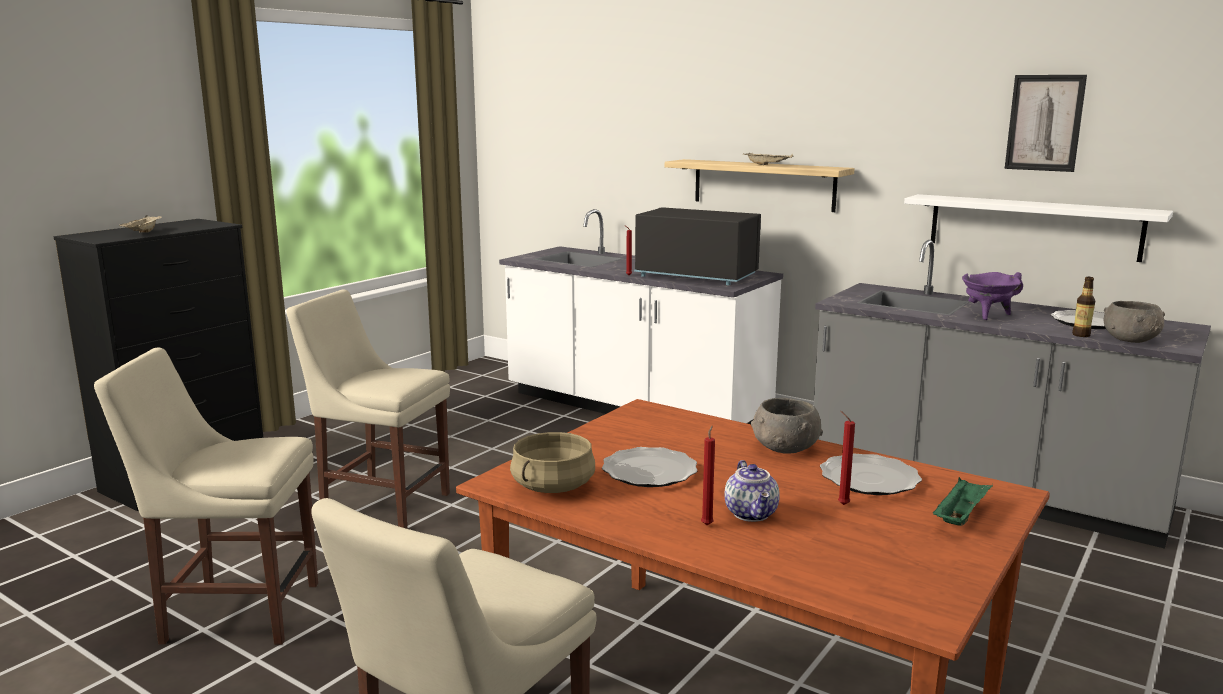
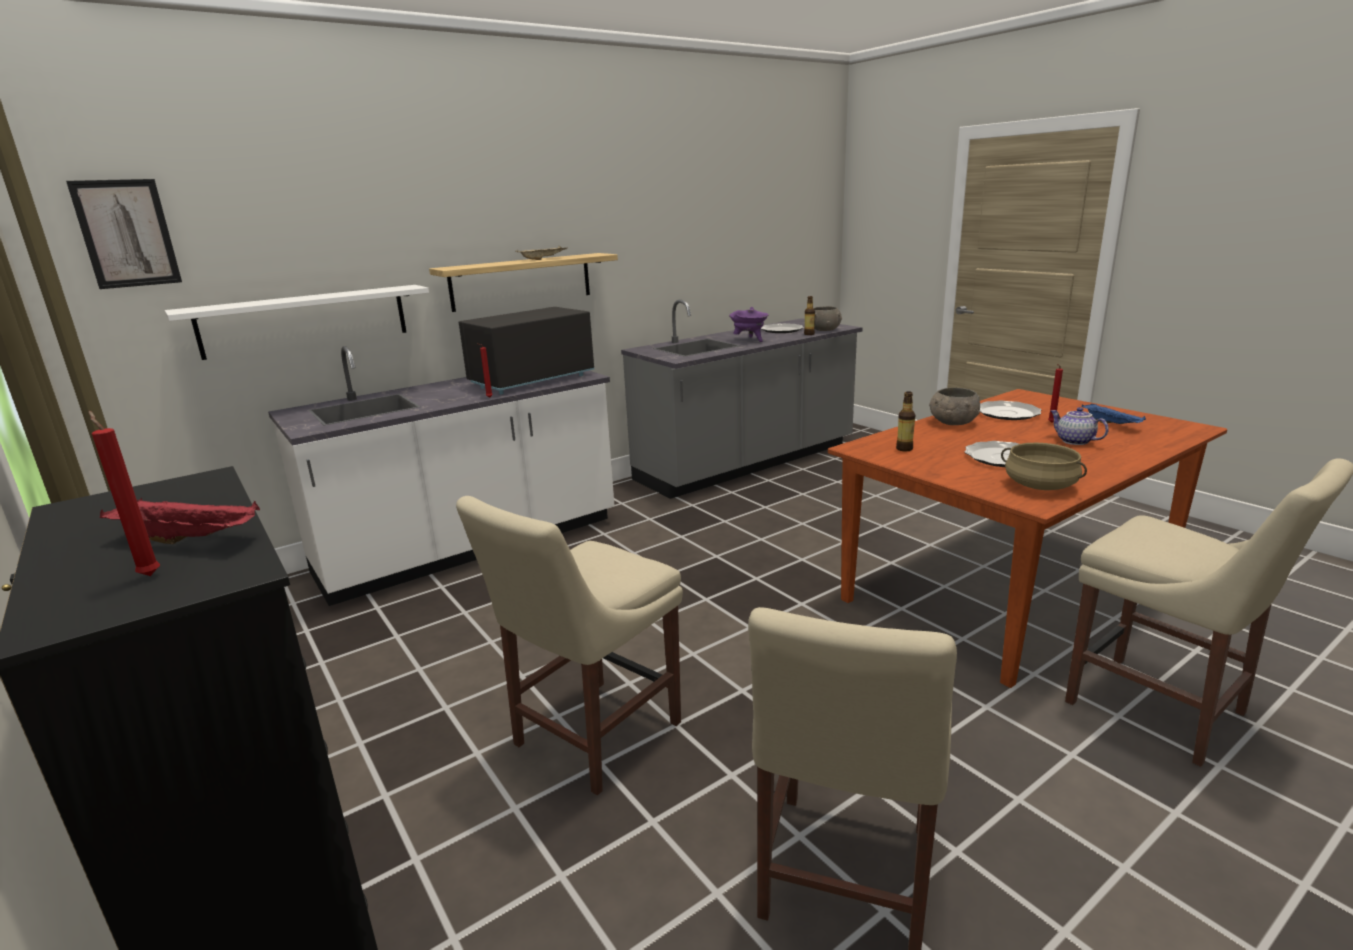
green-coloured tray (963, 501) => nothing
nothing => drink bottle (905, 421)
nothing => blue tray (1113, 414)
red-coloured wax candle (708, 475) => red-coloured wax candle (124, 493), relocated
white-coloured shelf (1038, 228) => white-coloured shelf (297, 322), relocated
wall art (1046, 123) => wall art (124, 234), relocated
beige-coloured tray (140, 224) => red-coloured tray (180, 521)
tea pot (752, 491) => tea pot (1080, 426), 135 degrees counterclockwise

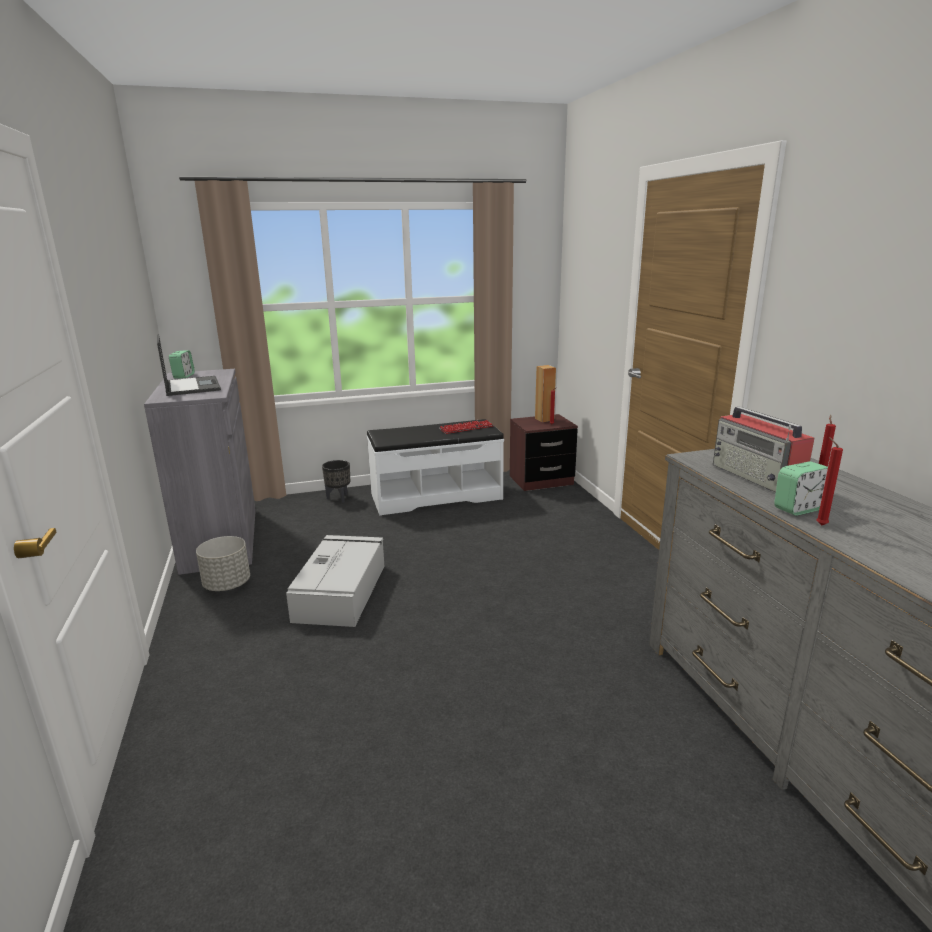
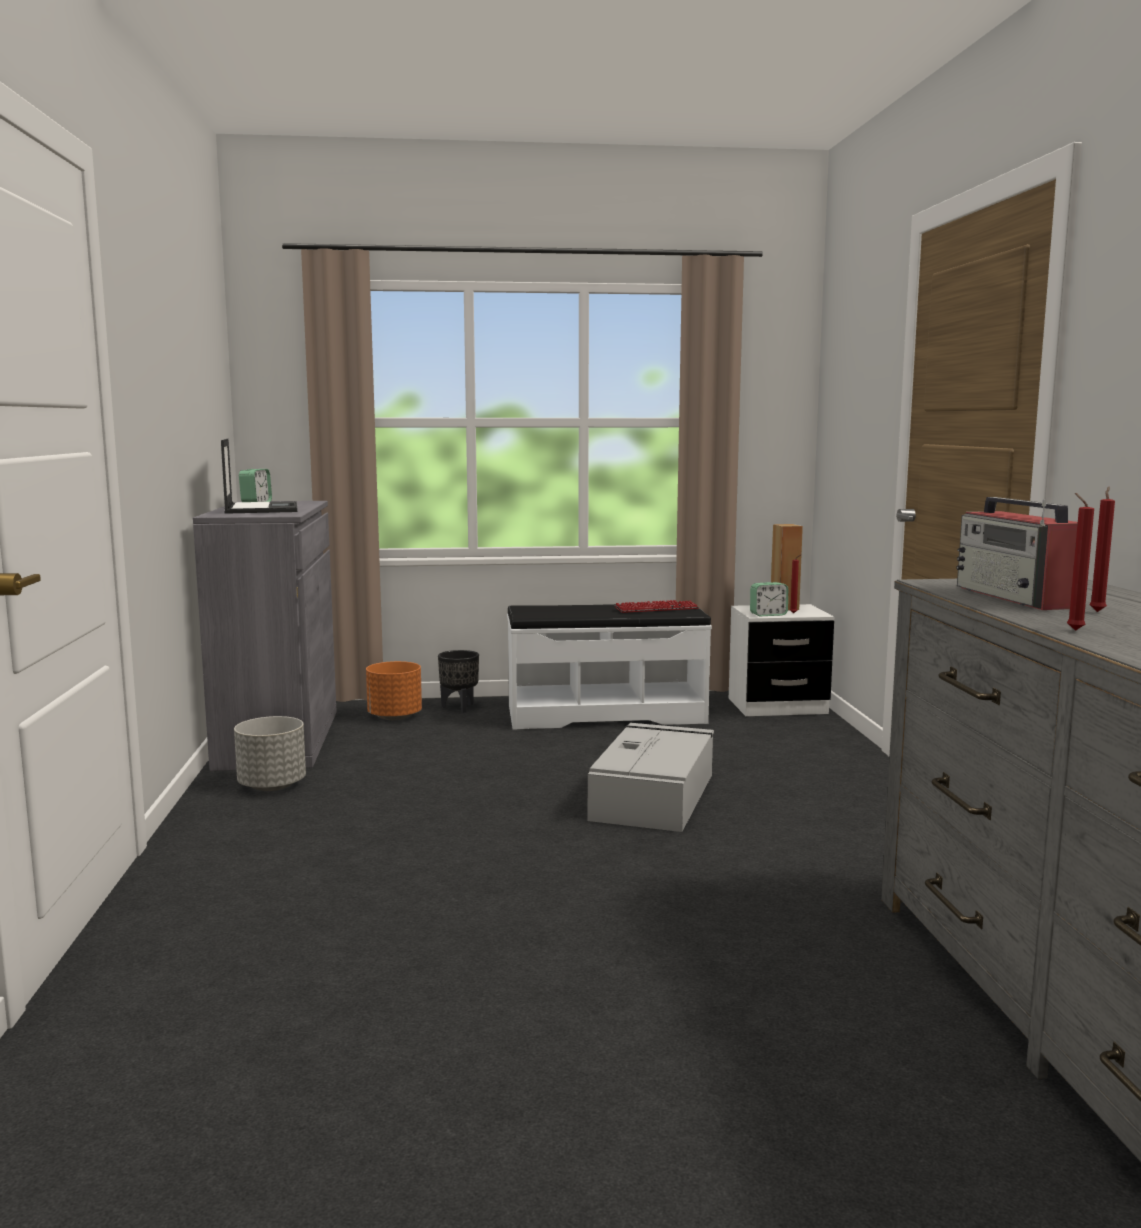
nothing => orangey plant pot (394, 690)
gray storage box (335, 581) => gray storage box (651, 777), relocated
bedside clock (801, 488) => bedside clock (769, 599), relocated
brown bedside table (544, 452) => white-coloured bedside table (781, 660)

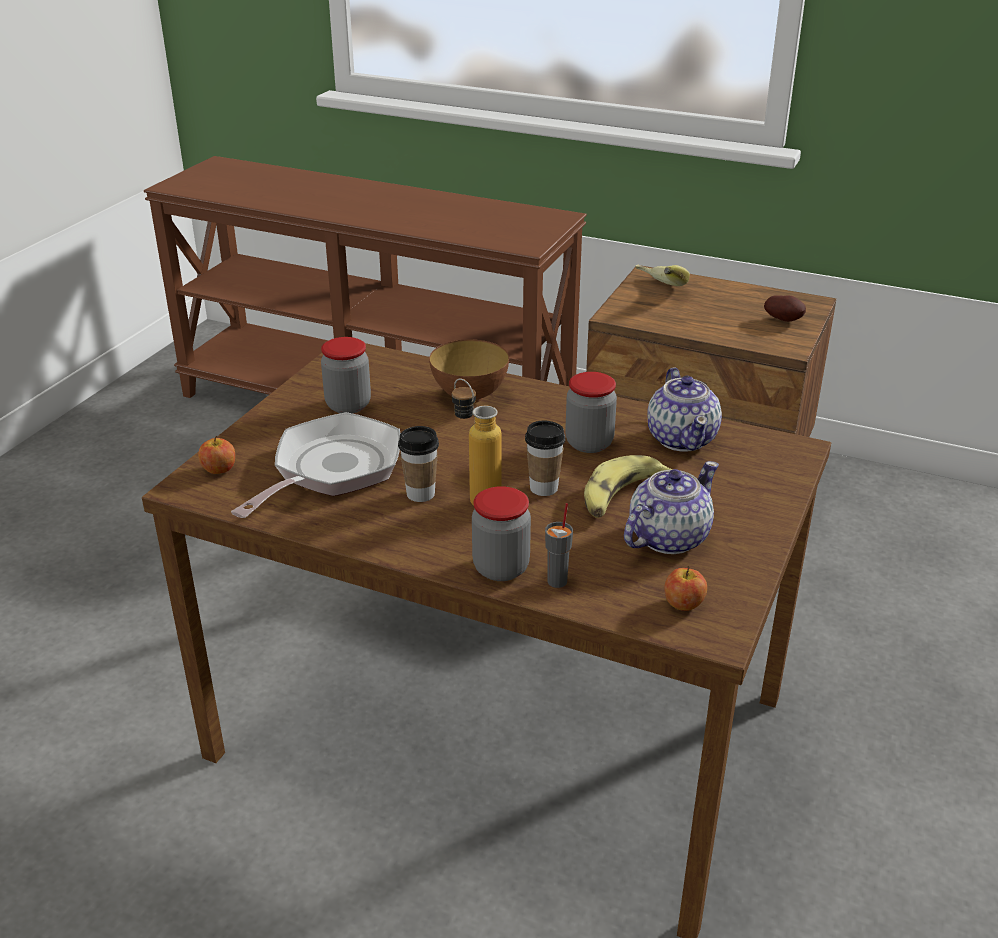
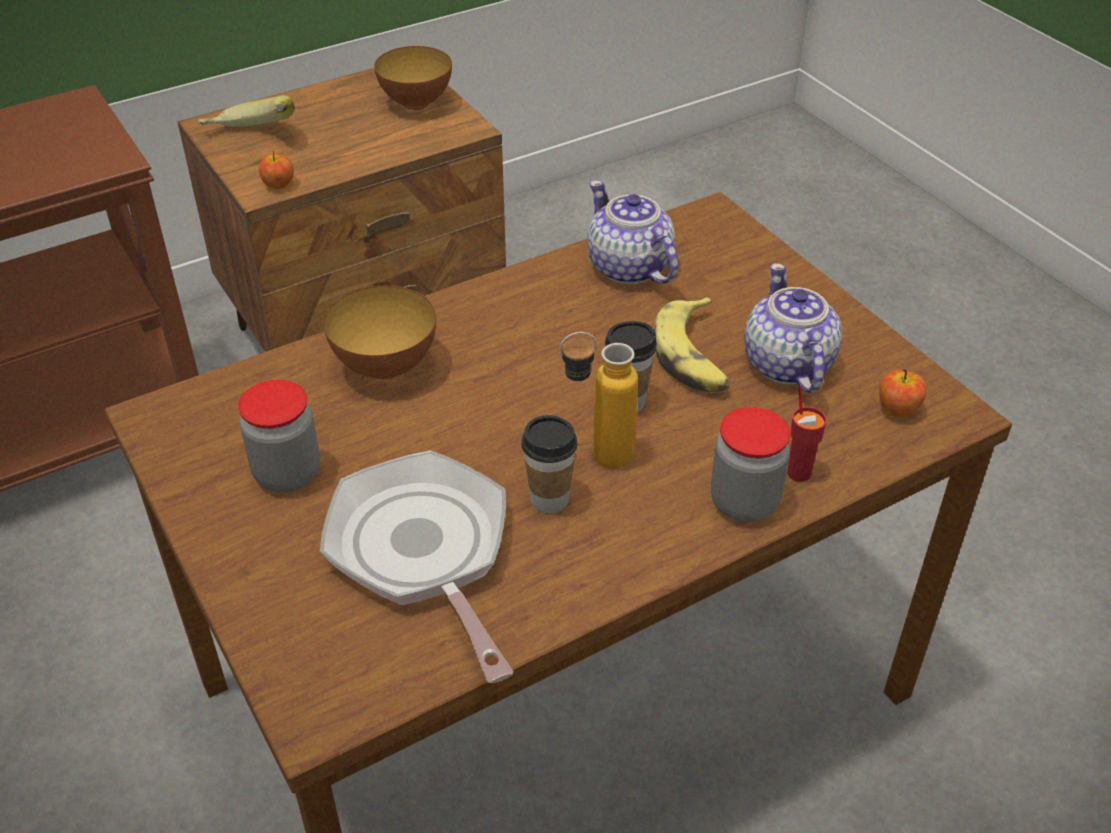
preserve jar (591, 412) => nothing
apple fruit (216, 455) => apple fruit (276, 170), relocated
whole potato (785, 308) => deep dish (413, 78)
gray drinking cup (559, 545) => red-coloured drinking cup (807, 434)
tea pot (684, 410) => tea pot (632, 232), 150 degrees counterclockwise

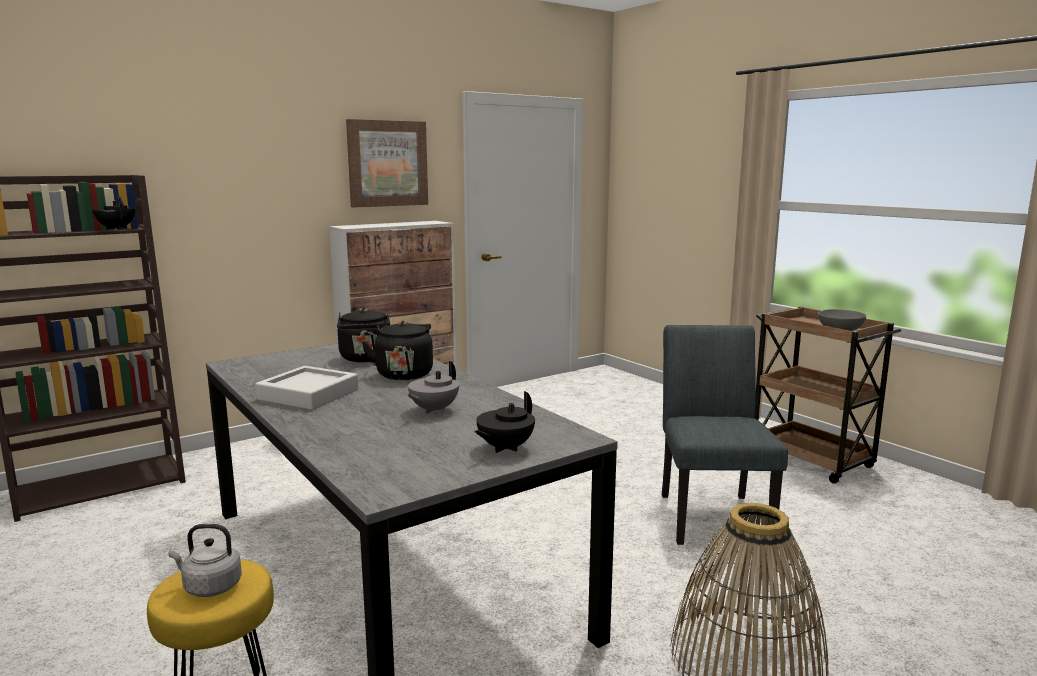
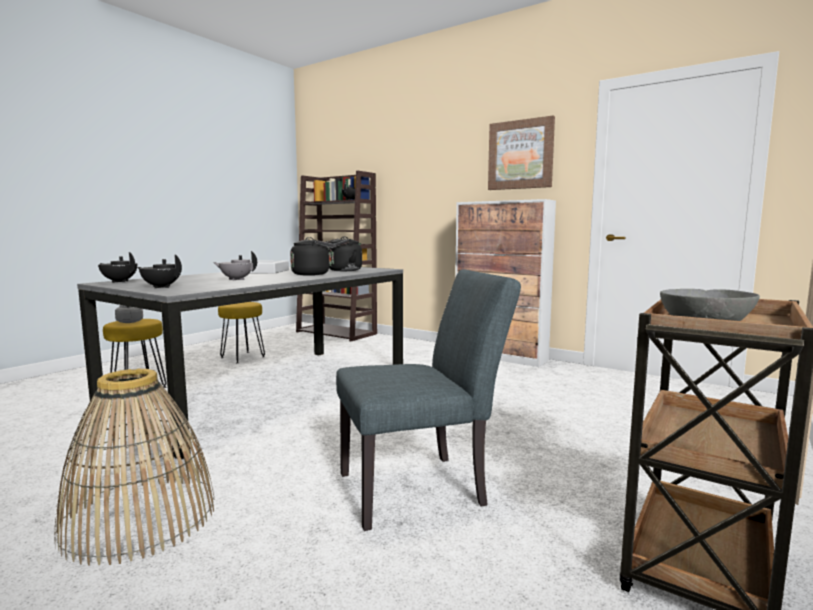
nothing => black-coloured tea pot (117, 267)
nothing => yellow-coloured sitting stool (241, 332)

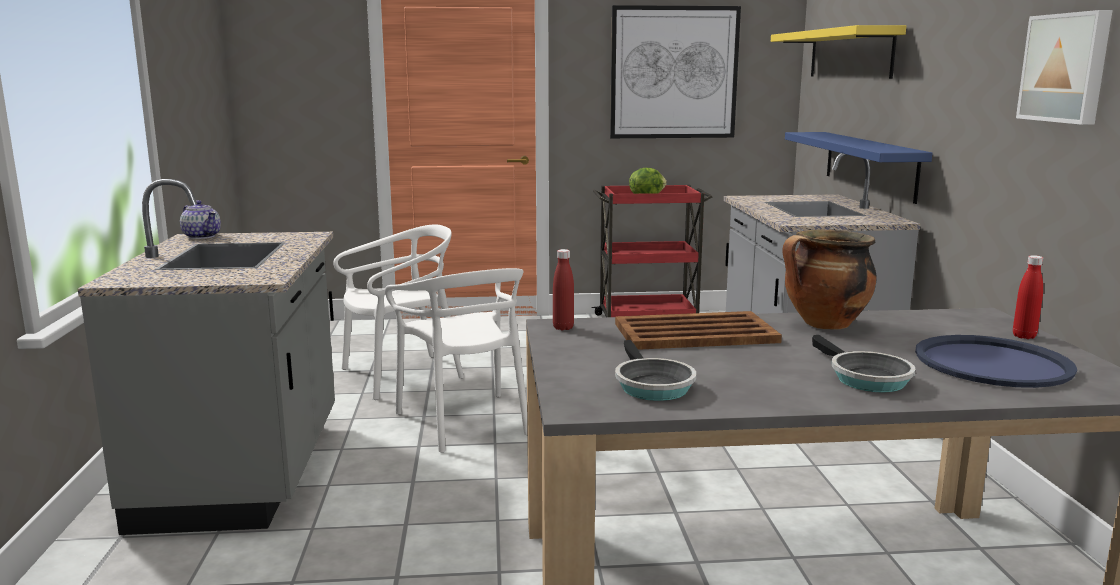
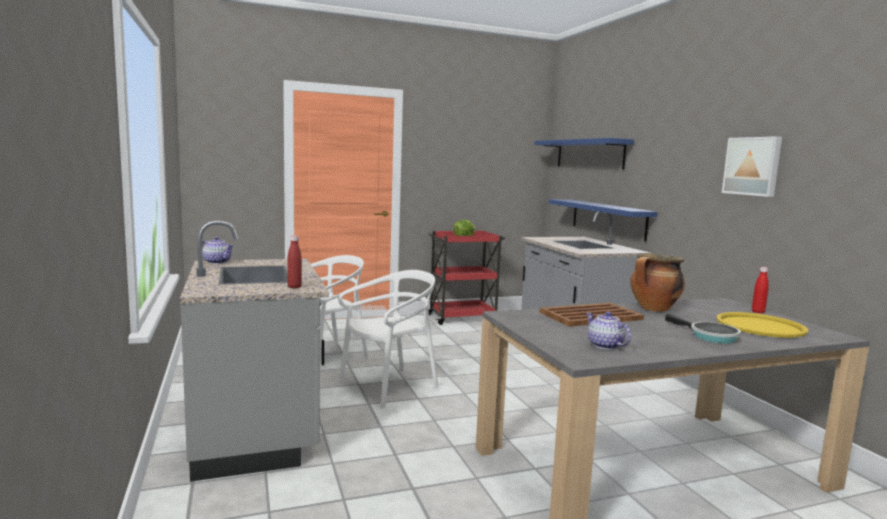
wall art (675, 71) => nothing
red-coloured drink bottle (563, 289) => red-coloured drink bottle (294, 261), relocated
skillet (655, 370) => tea pot (608, 330)
yellow-coloured shelf (838, 52) => blue shelf (584, 153)
blue tray (996, 361) => yellow-coloured tray (762, 325)
white-coloured chair (456, 360) => white-coloured chair (388, 339), 90 degrees counterclockwise

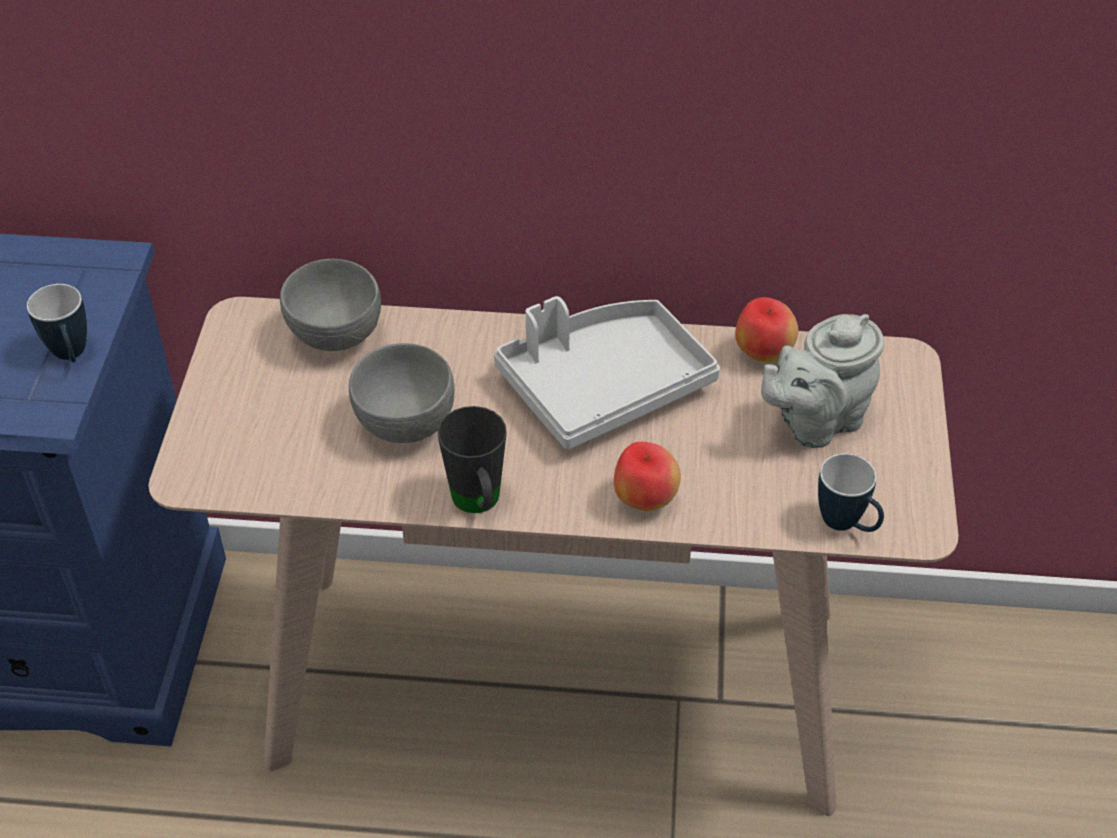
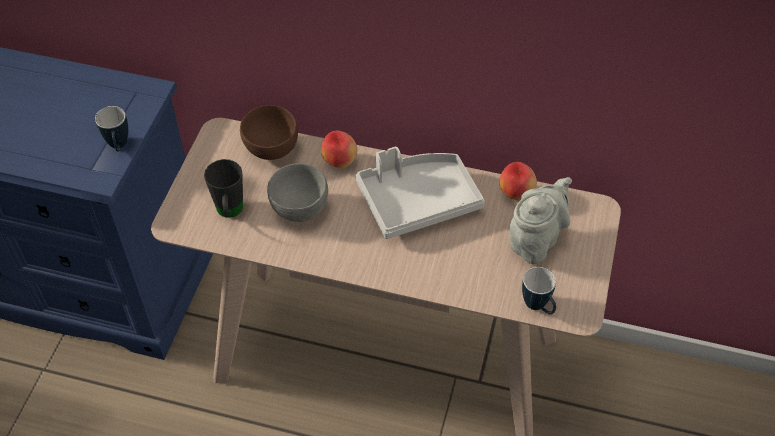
black-coloured tea mug (472, 459) => black-coloured tea mug (223, 188), relocated
apple fruit (647, 476) => apple fruit (339, 149), relocated
gray deep dish (330, 305) => brown deep dish (269, 132)
gray tea pot (822, 381) => gray tea pot (541, 220), 150 degrees clockwise

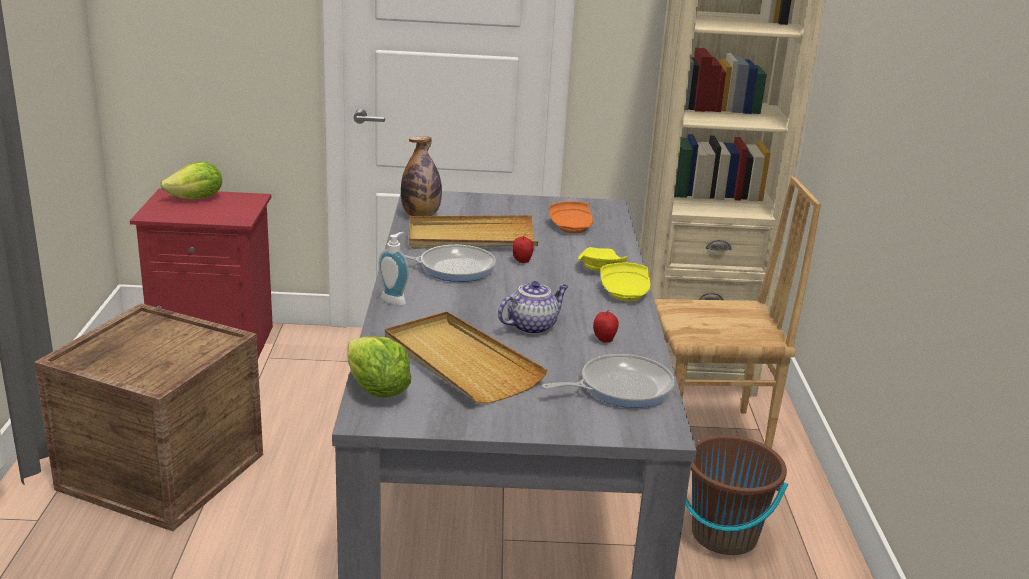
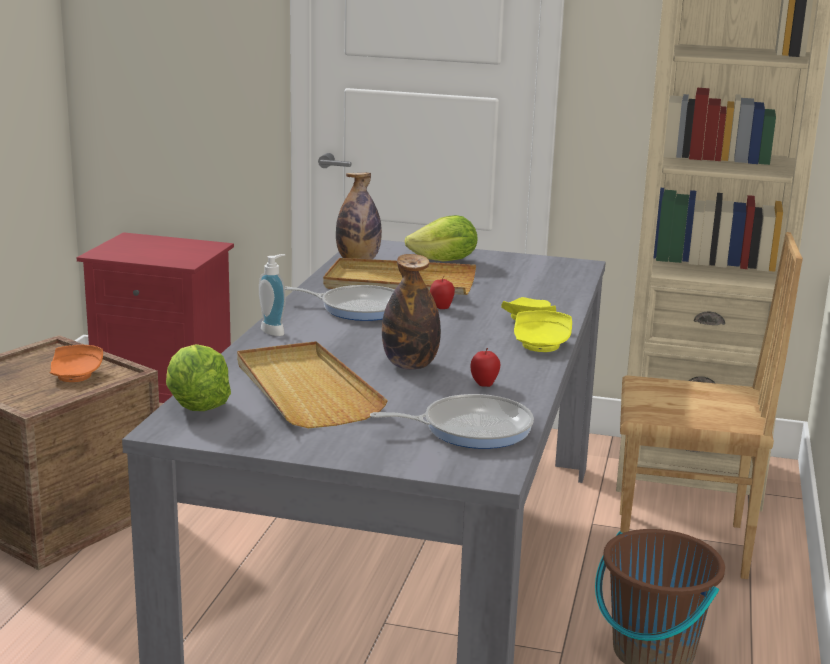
lettuce (191, 180) => lettuce (441, 238), relocated
orangey dinner plate (571, 217) => orangey dinner plate (76, 363), relocated
tea pot (533, 307) => drink bottle (411, 312)

